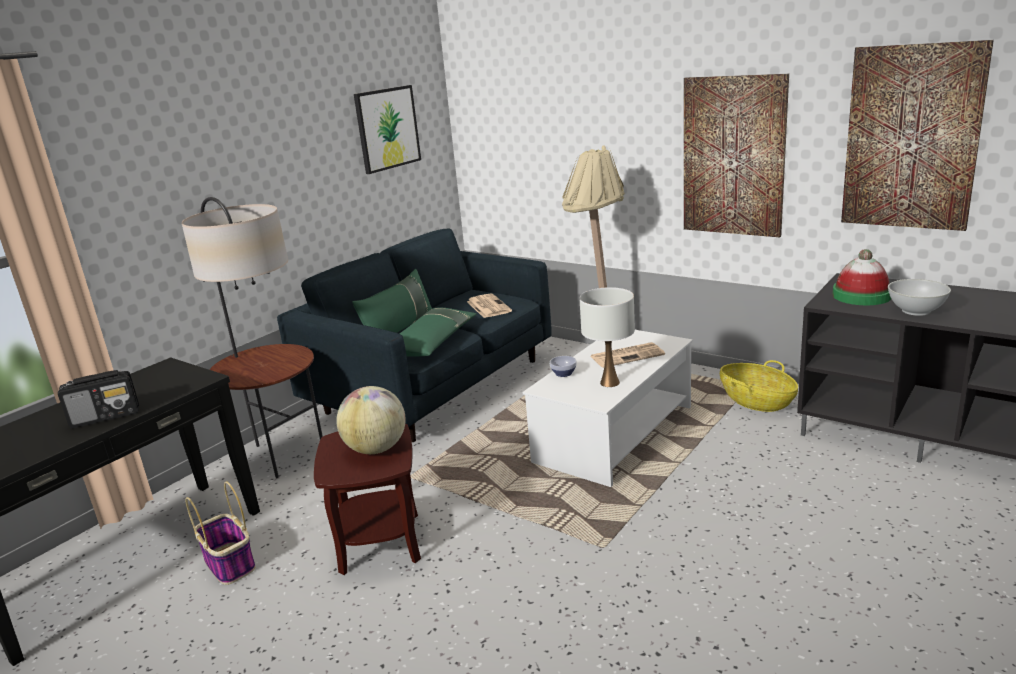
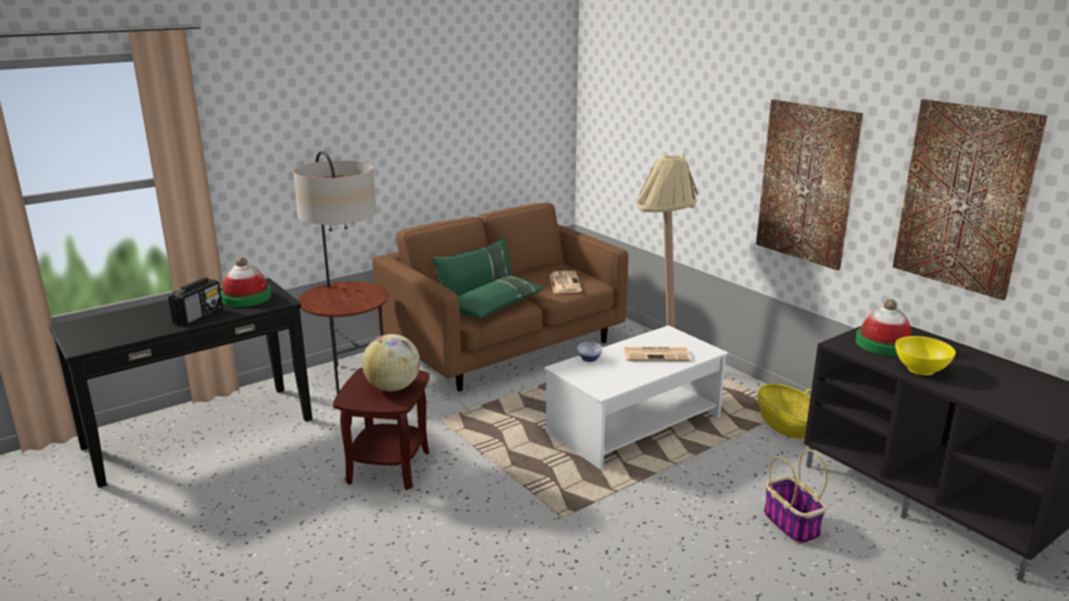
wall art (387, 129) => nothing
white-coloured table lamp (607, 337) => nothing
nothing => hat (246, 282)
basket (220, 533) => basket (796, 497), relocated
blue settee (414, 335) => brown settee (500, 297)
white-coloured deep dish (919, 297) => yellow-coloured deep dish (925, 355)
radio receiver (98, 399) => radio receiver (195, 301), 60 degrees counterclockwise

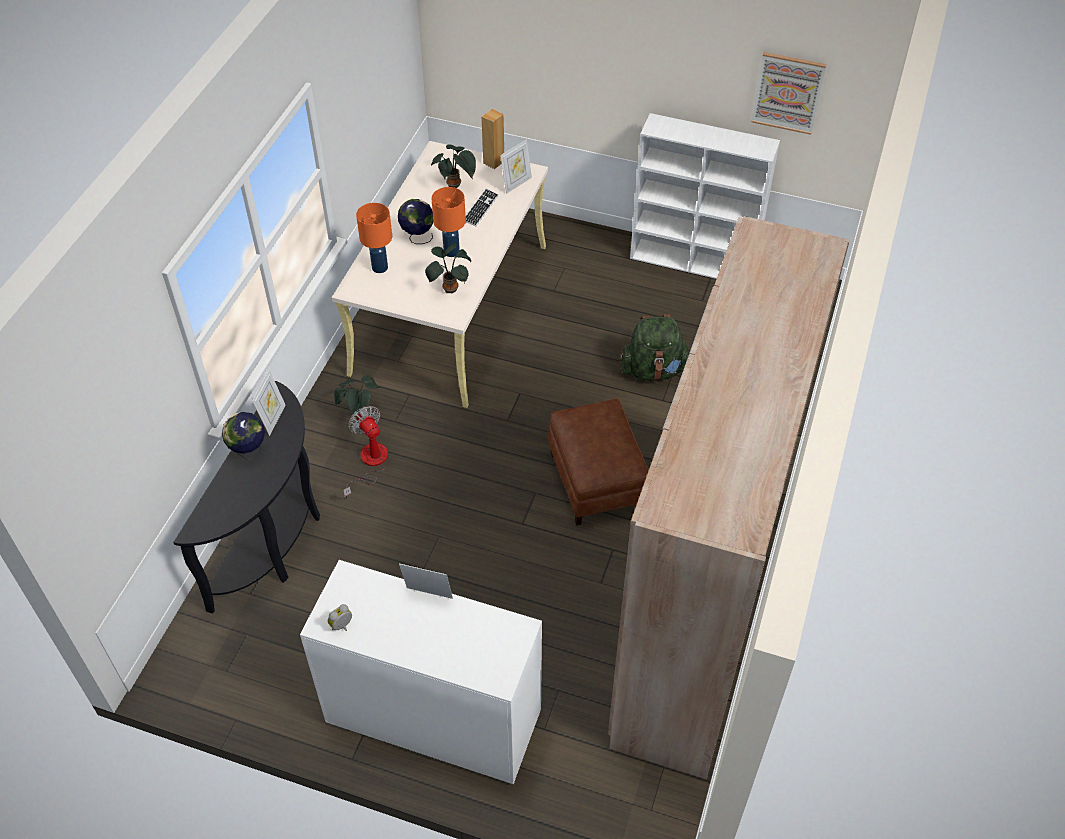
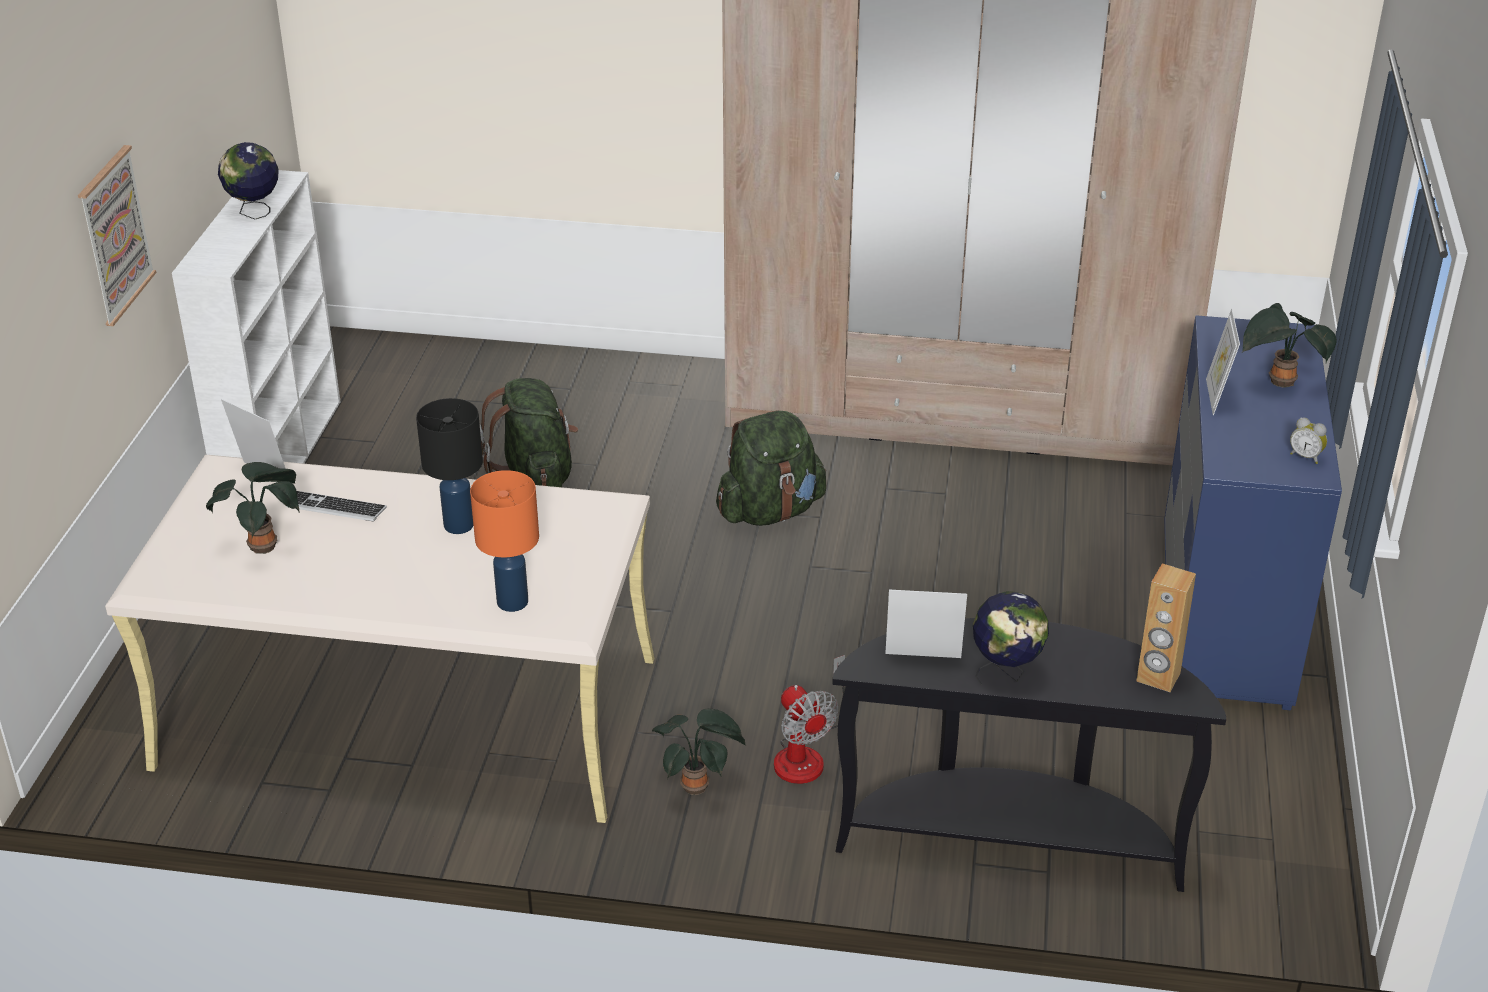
world globe (415, 221) => world globe (248, 180), relocated
plant in a pot (448, 268) => plant in a pot (1289, 345), relocated
brown speaker (493, 139) => brown speaker (1166, 627), relocated
wall art (789, 93) => wall art (117, 235), relocated
brown pouffe (598, 462) => green-coloured backpack (771, 468)
white-coloured drawer chest (421, 672) => blue drawer chest (1253, 513)
orangey table lamp (449, 222) => black-coloured table lamp (449, 466)
fan (365, 452) => fan (809, 719), 75 degrees counterclockwise

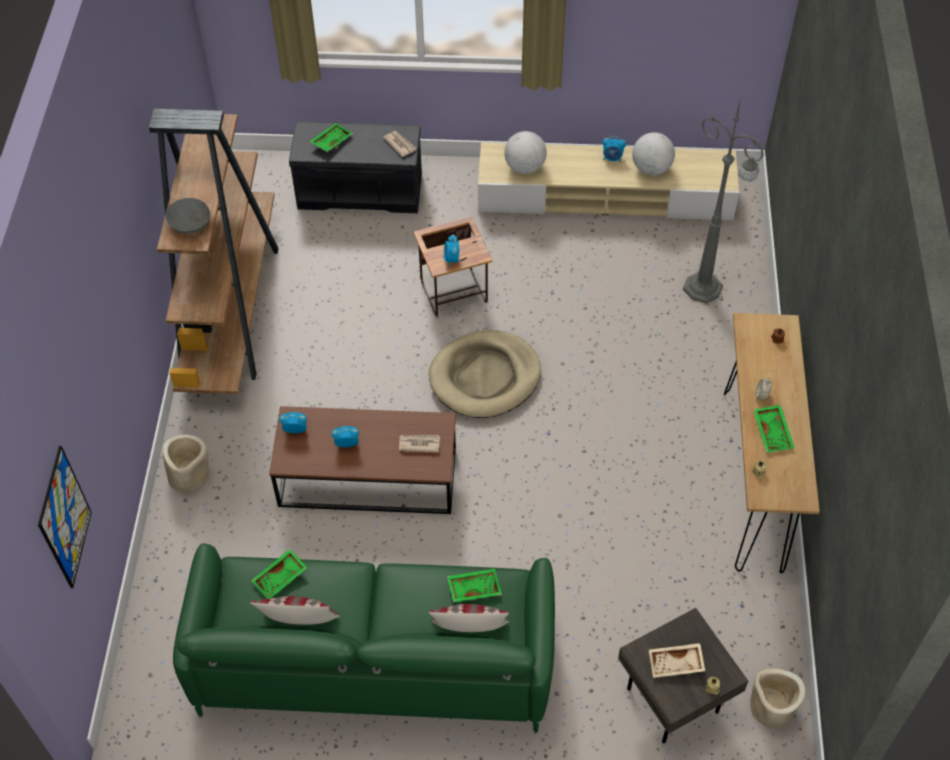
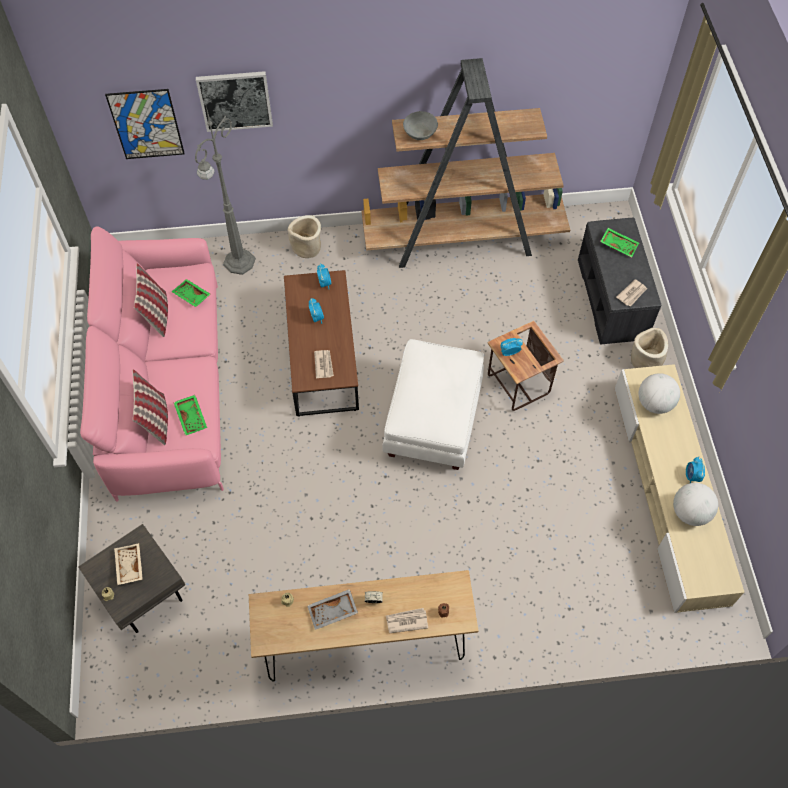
nothing => wall art (234, 101)
nothing => newspaper (407, 620)
gray standard lamp (723, 201) => gray standard lamp (225, 191), relocated
beige-coloured plant pot (778, 698) => beige-coloured plant pot (649, 348), relocated
beige-coloured dog cushion (485, 374) => white-coloured pouffe (433, 404)
green-coloured settee (364, 638) => pinkish settee (152, 364)
green-coloured tray (774, 428) => gray tray (332, 609)

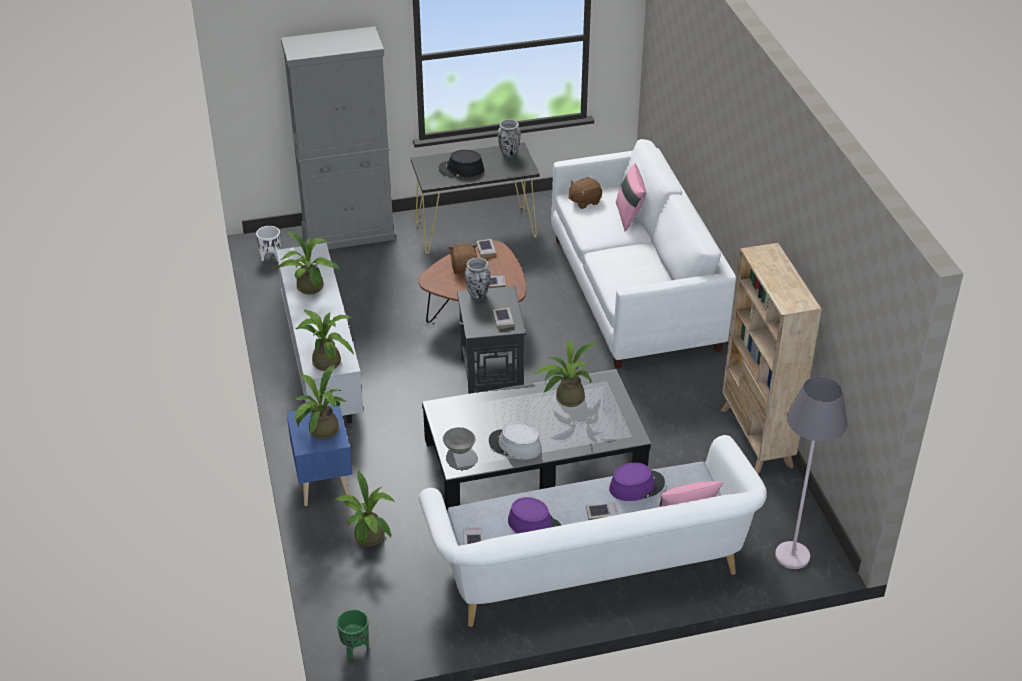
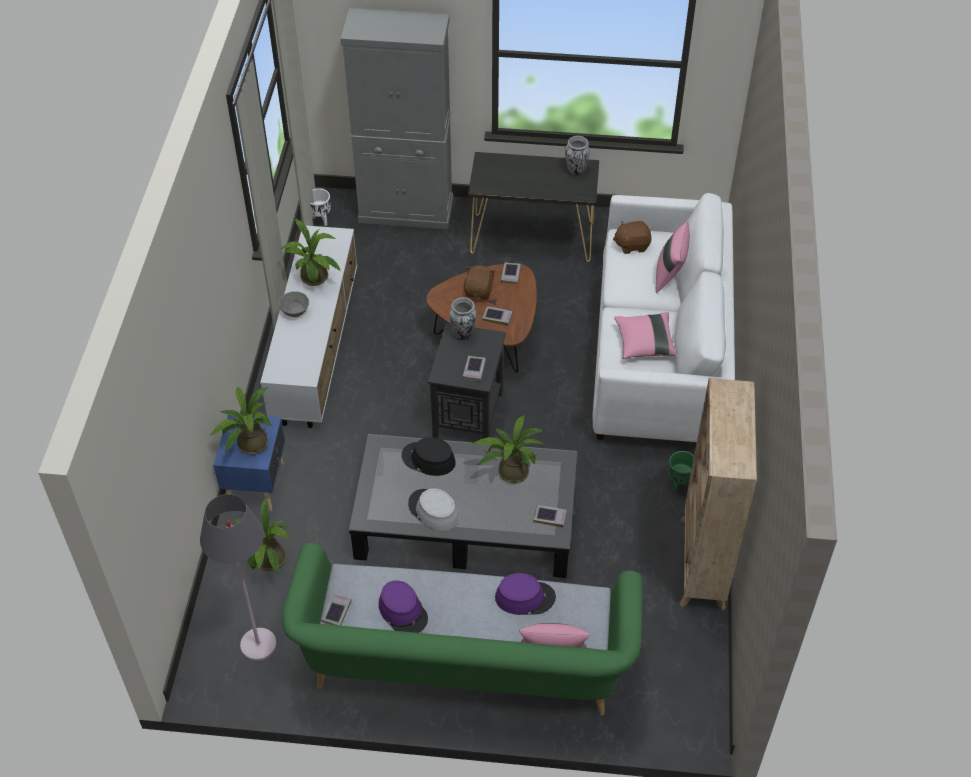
plant in a pot (325, 340) => nothing
nothing => pinkish throw pillow (645, 335)
green-coloured plant pot (353, 634) => green-coloured plant pot (681, 472), relocated
black-coloured hat (461, 163) => black-coloured hat (429, 456), relocated
gray deep dish (459, 440) => gray deep dish (294, 304), relocated
book (602, 510) => book (550, 516), relocated
gray standard lamp (811, 473) => gray standard lamp (238, 577), relocated
white-coloured settee (592, 531) => green-coloured settee (462, 629)

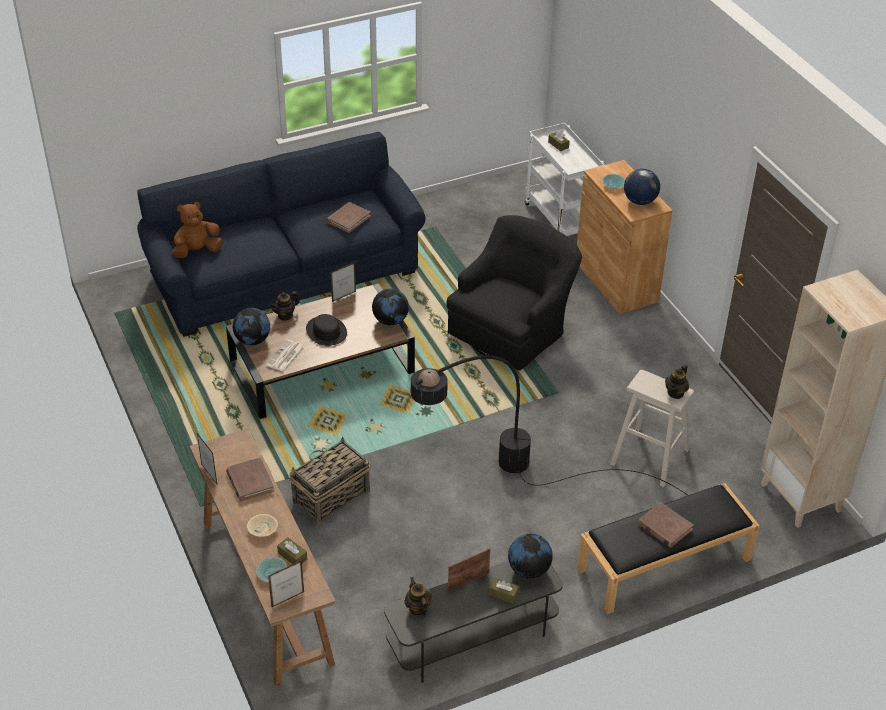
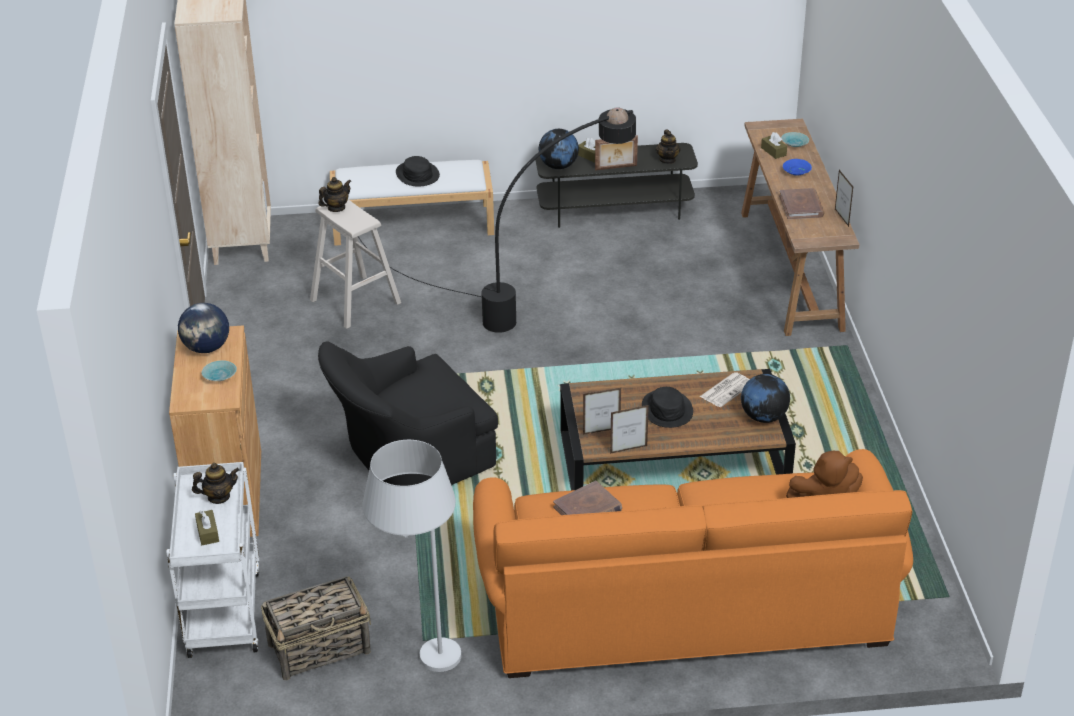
world globe (390, 306) => nothing
nothing => white-coloured standard lamp (412, 556)
standing frame (286, 583) => standing frame (602, 411), relocated
tea pot (284, 306) => tea pot (215, 483), relocated
basket (329, 480) => basket (316, 628), relocated
brown book (665, 525) => black-coloured hat (418, 171)
blue settee (281, 234) => orangey settee (693, 563)
beige-coloured deep dish (262, 525) => blue deep dish (797, 167)
black-coloured bench (668, 548) => white-coloured bench (412, 203)

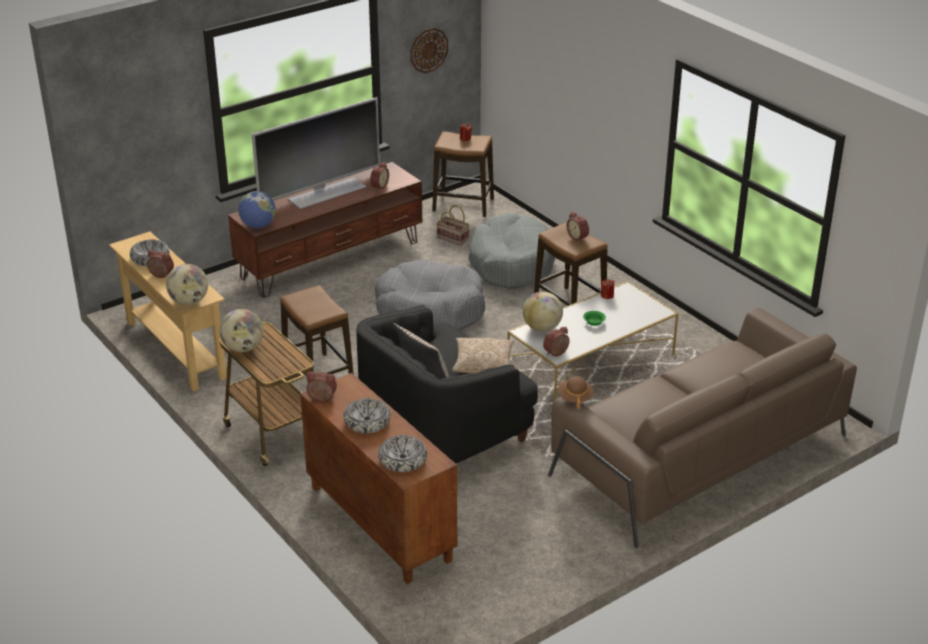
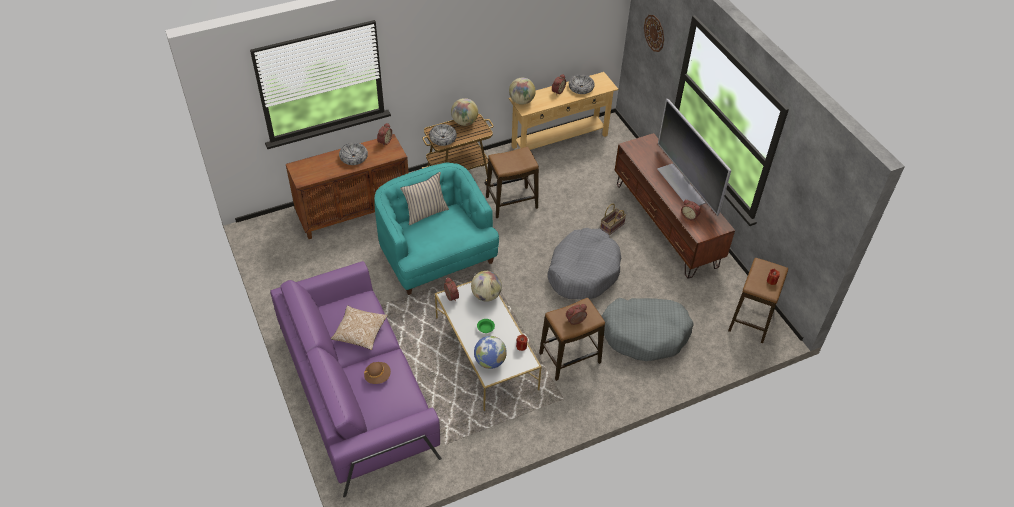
world globe (257, 209) => world globe (490, 352), relocated
deep dish (402, 453) => deep dish (443, 135), relocated
clock on the wall (429, 50) => clock on the wall (654, 33), relocated
basket (453, 225) => basket (613, 219), relocated
throw pillow (483, 355) => throw pillow (359, 327), relocated
brown hat (576, 392) => brown hat (377, 373), relocated
black-coloured easy chair (447, 384) => turquoise-coloured easy chair (437, 228)
brown settee (702, 428) => purple-coloured settee (356, 379)

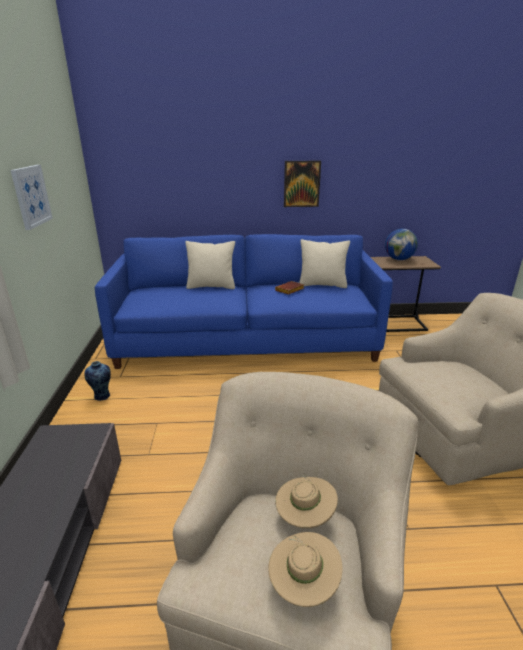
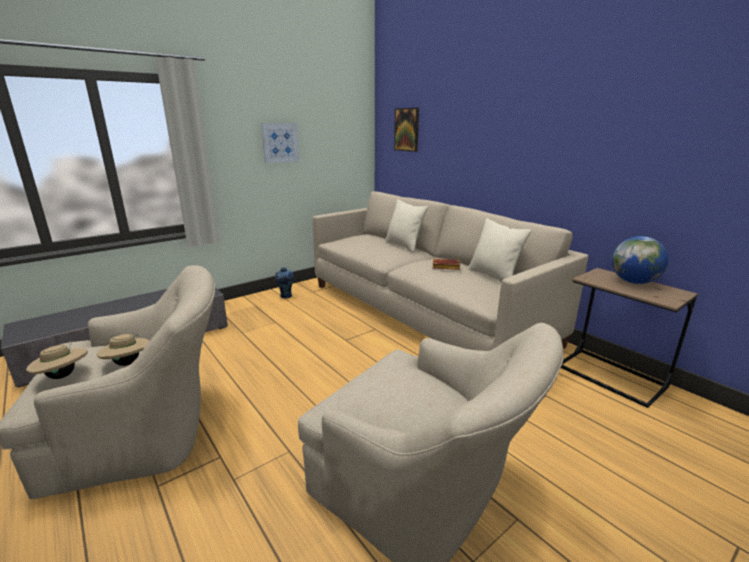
wall art (302, 184) => wall art (406, 130), relocated
blue settee (244, 301) => beige-coloured settee (451, 271)

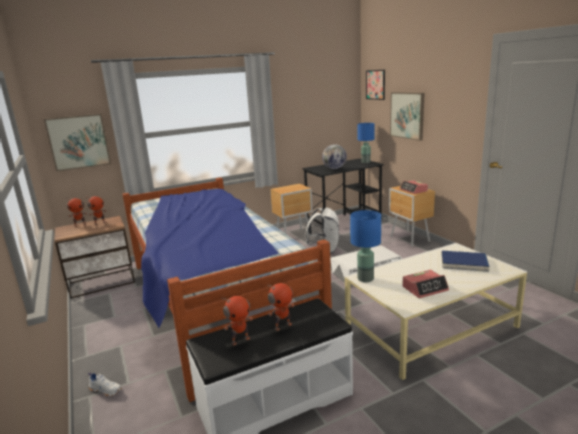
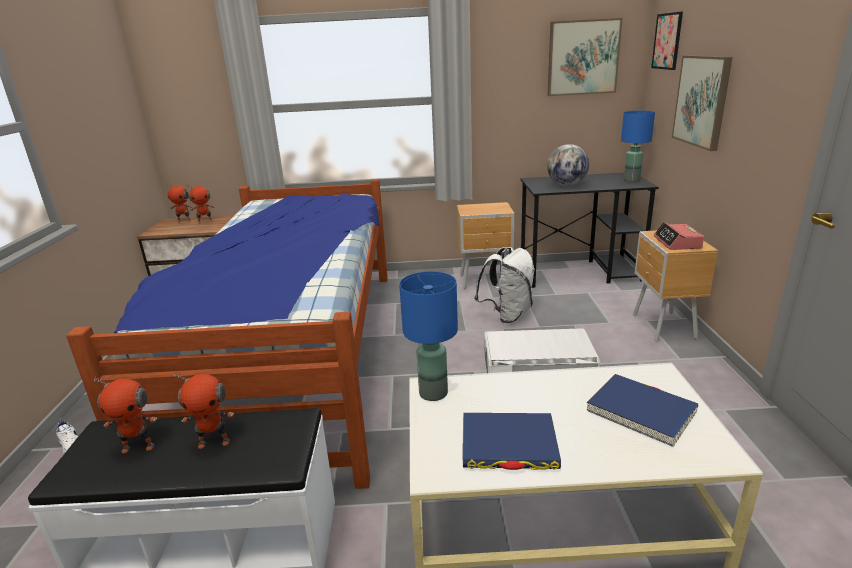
wall art (77, 143) => wall art (585, 57), relocated
bedside clock (425, 284) => blue book (511, 441)

